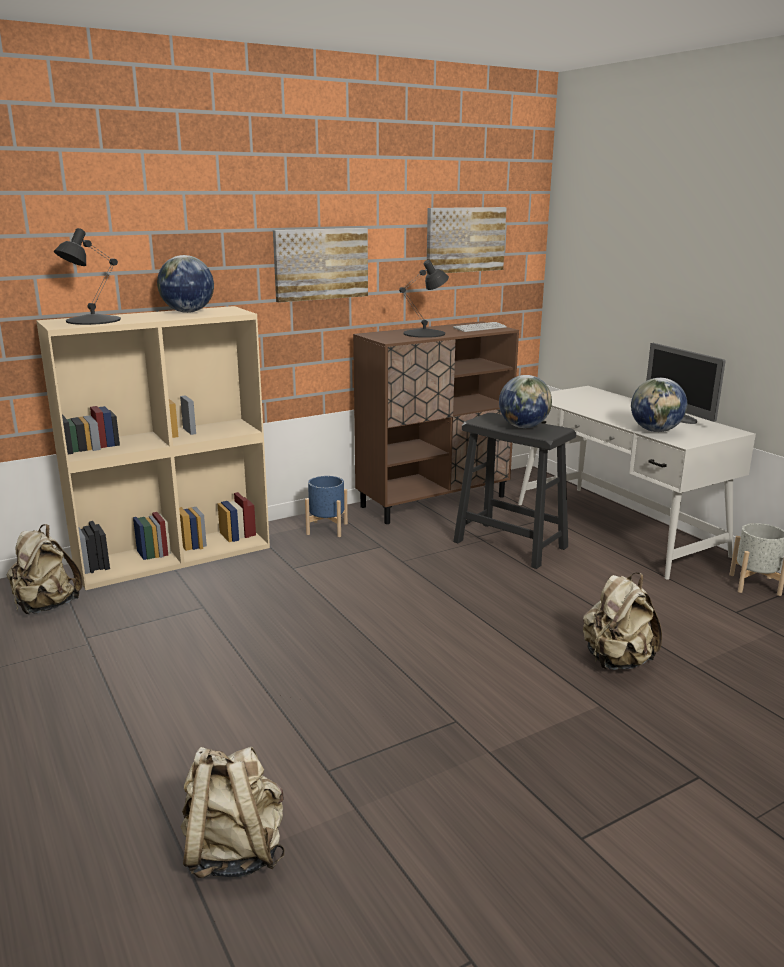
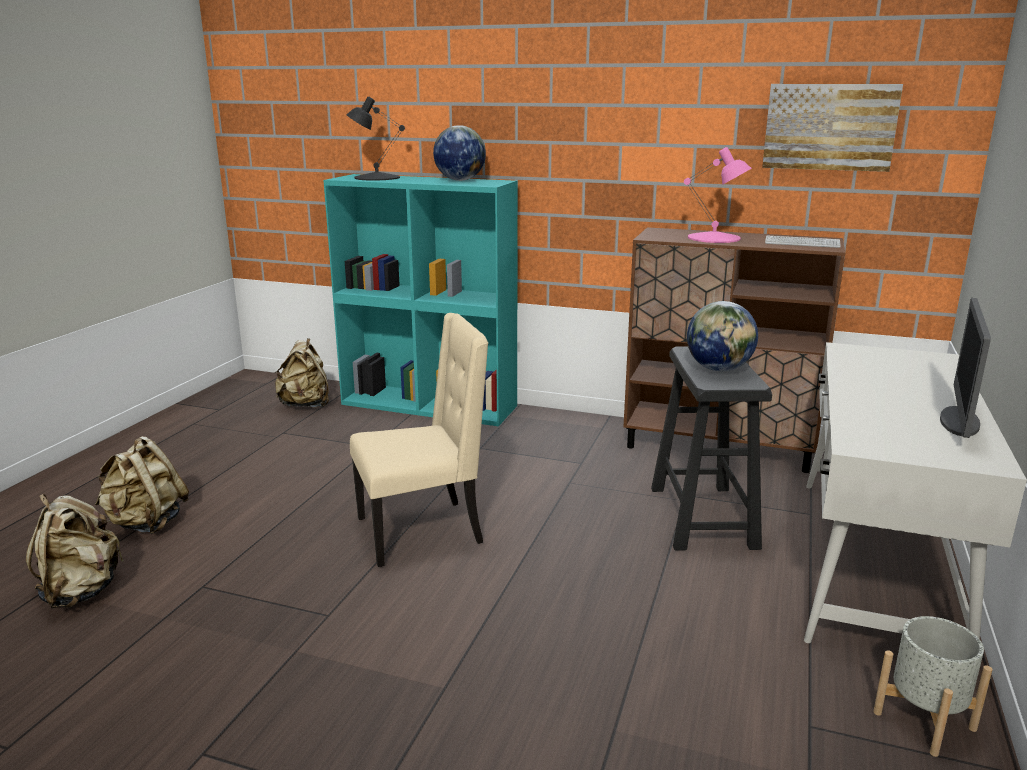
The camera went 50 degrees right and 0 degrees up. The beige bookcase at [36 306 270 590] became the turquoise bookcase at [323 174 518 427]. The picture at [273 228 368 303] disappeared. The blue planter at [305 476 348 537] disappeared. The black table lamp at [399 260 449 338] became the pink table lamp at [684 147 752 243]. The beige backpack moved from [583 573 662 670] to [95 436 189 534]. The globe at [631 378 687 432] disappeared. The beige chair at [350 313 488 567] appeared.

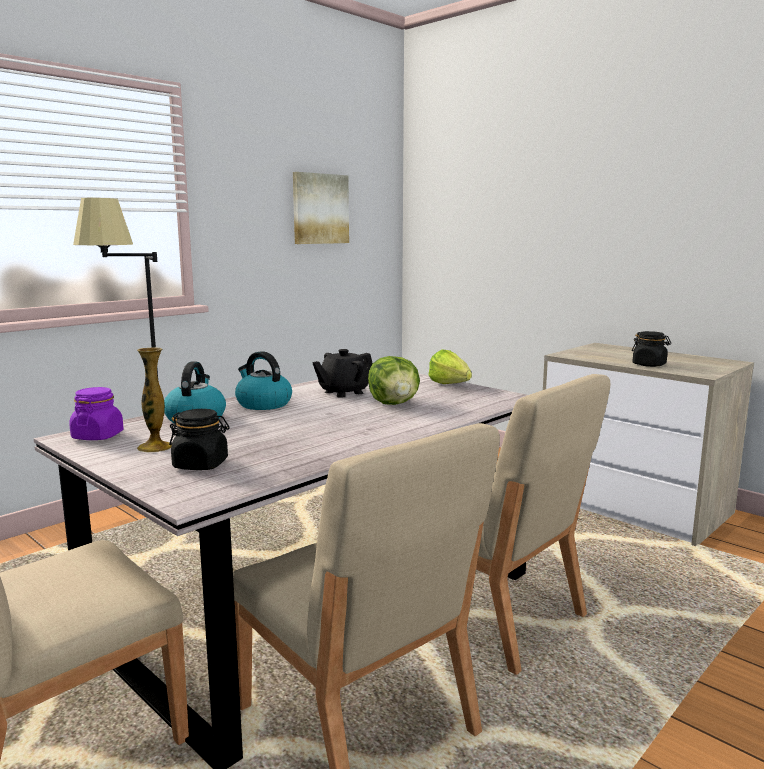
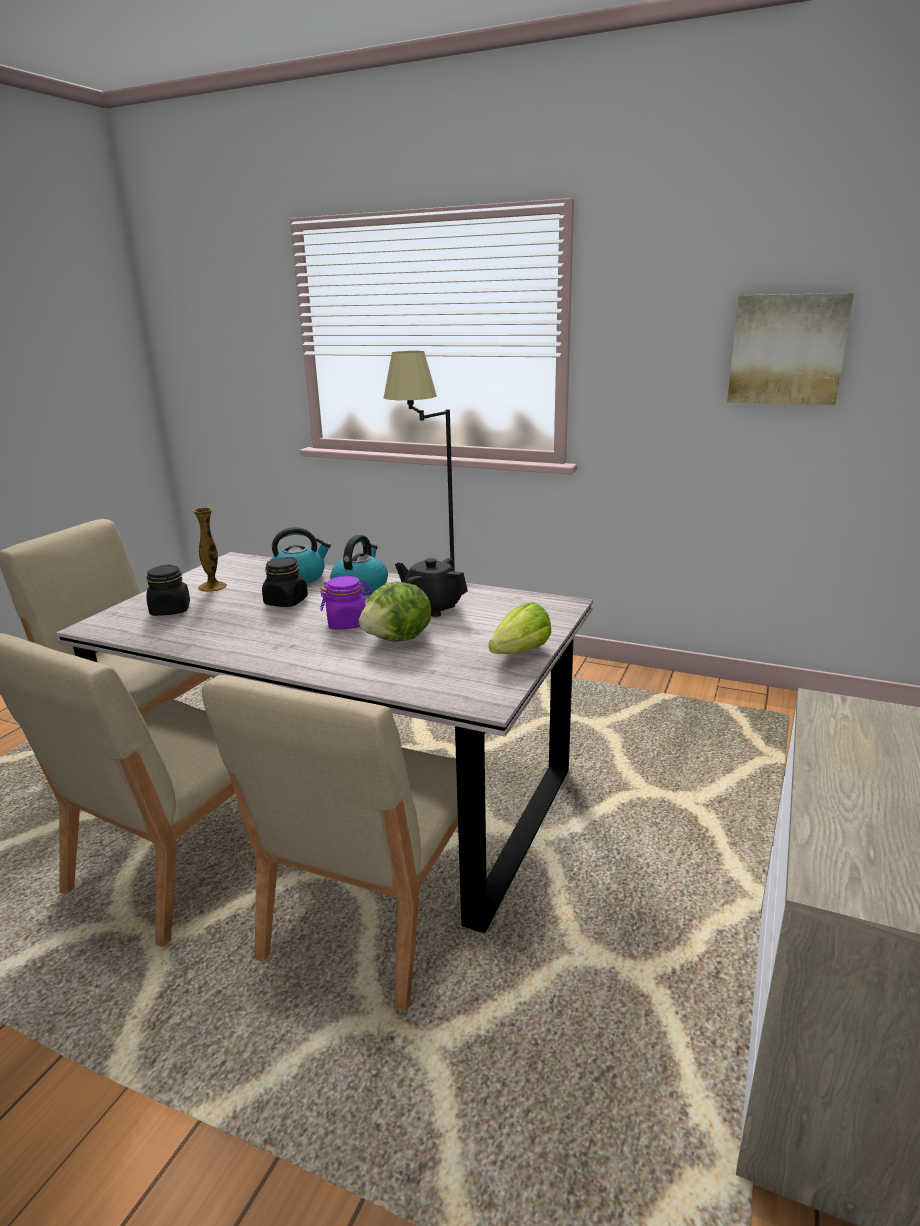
The camera went 70 degrees right and 10 degrees up. The purple jar moved from [69 387 124 440] to [320 576 371 630]. The black jar moved from [632 331 671 367] to [262 557 308 607].

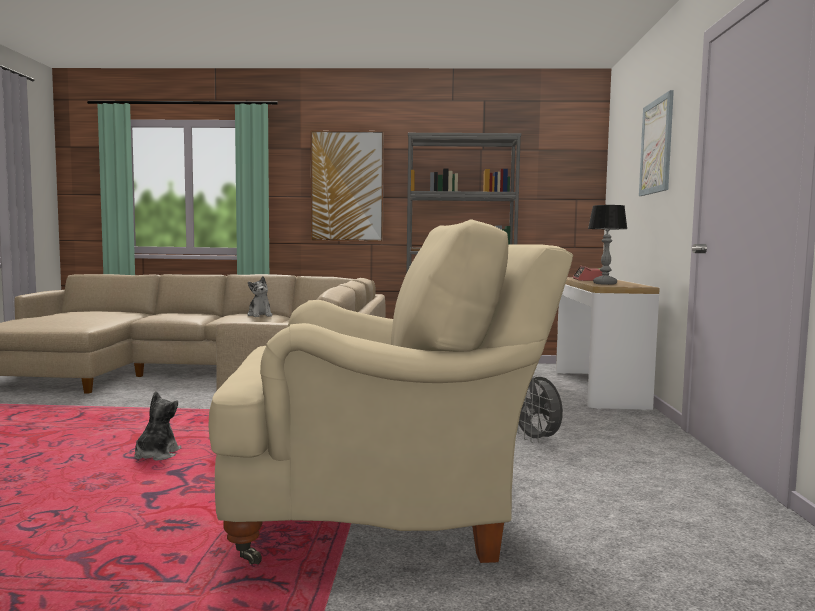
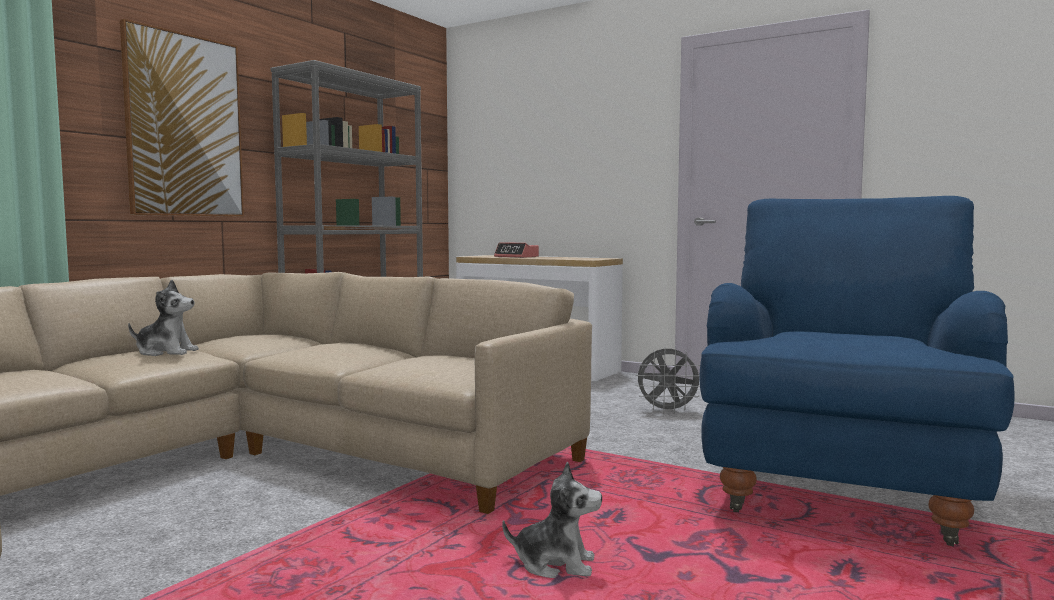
The camera went 60 degrees left and 0 degrees up. The plush toy at [134 391 182 461] turned 150 degrees clockwise. The beige armchair at [208 220 573 565] became the blue armchair at [699 196 1015 547]. The table lamp at [588 205 627 285] disappeared. The picture at [639 90 674 196] disappeared.

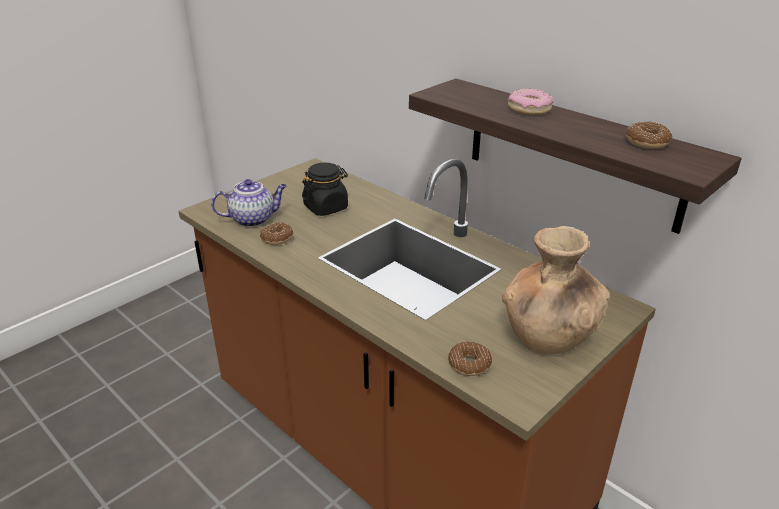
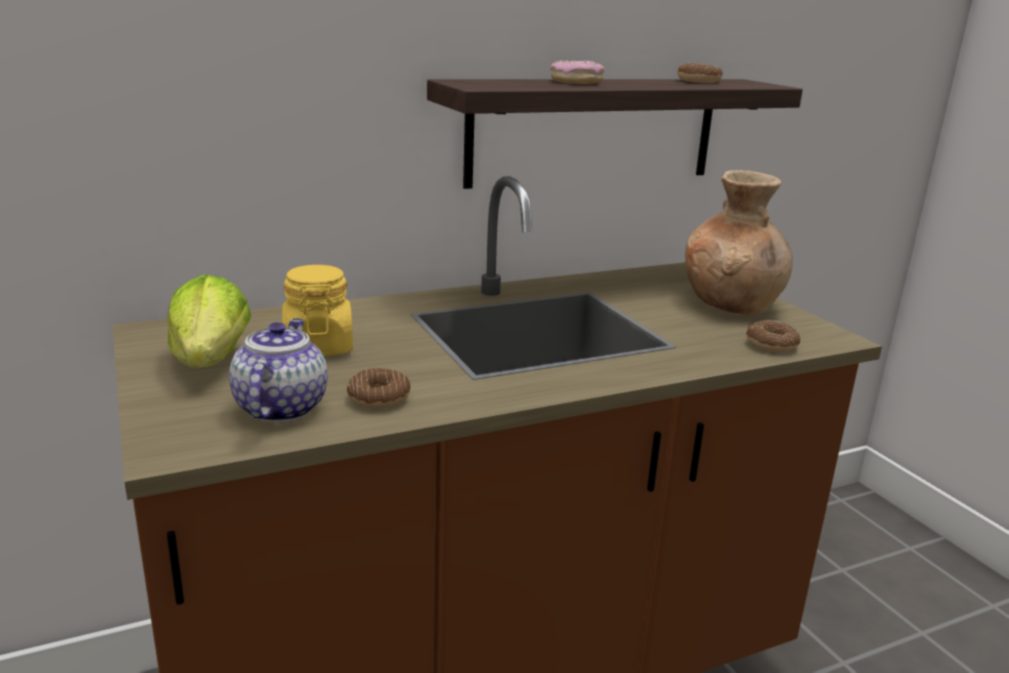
The camera went 70 degrees left and 10 degrees down. The black jar at [302 163 348 216] became the yellow jar at [282 265 353 356]. The lettuce at [167 275 251 368] appeared.

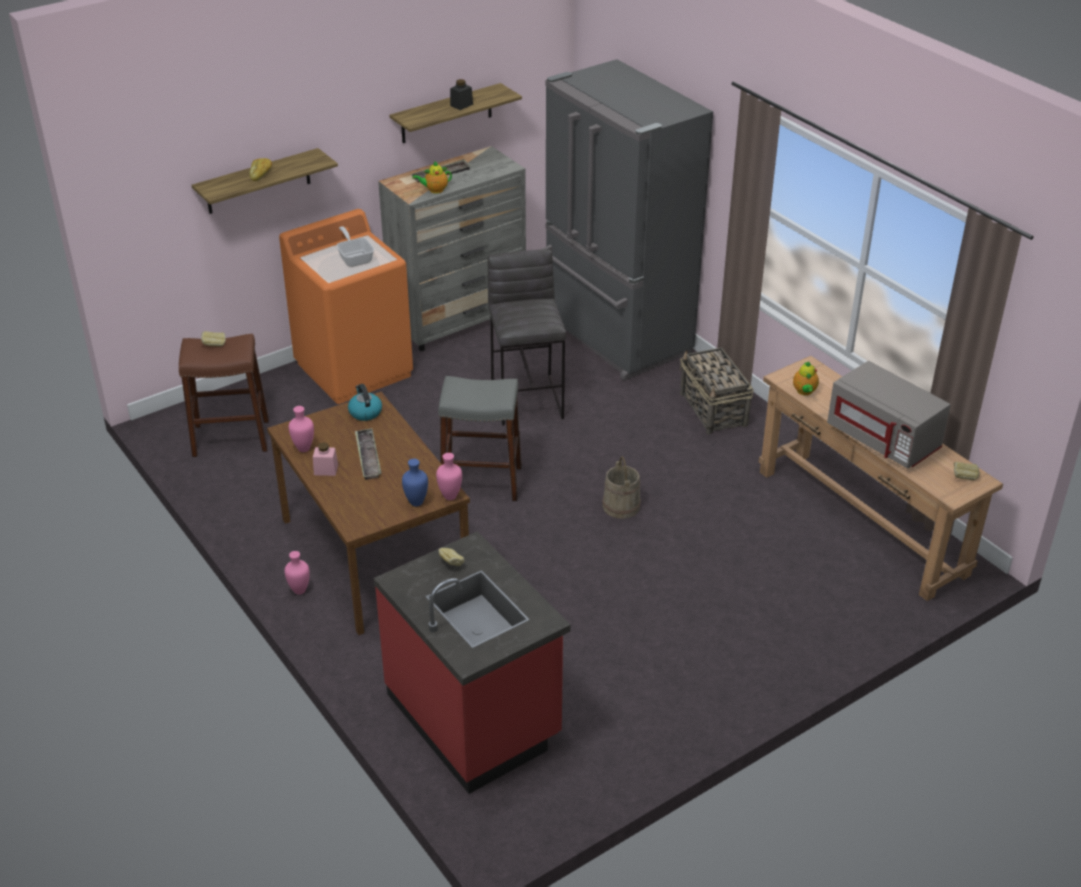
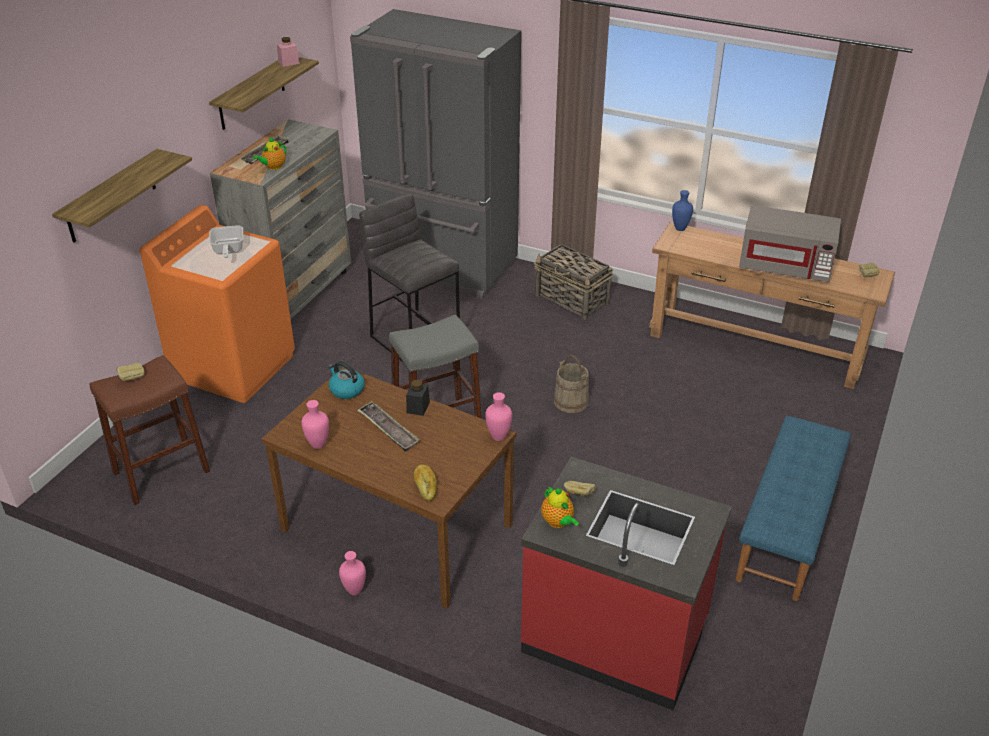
The camera went 30 degrees left and 0 degrees up. The bread moved from [250 158 272 181] to [414 465 437 501]. The pink jar moved from [313 443 338 476] to [277 37 300 67]. The frying pan at [336 226 374 267] turned 135 degrees counterclockwise. The blue vase moved from [402 459 428 507] to [672 190 693 231]. The black jar moved from [450 79 473 110] to [406 380 430 416]. The teapot moved from [793 361 819 396] to [541 486 579 528]. The blue bench at [736 416 851 601] appeared.

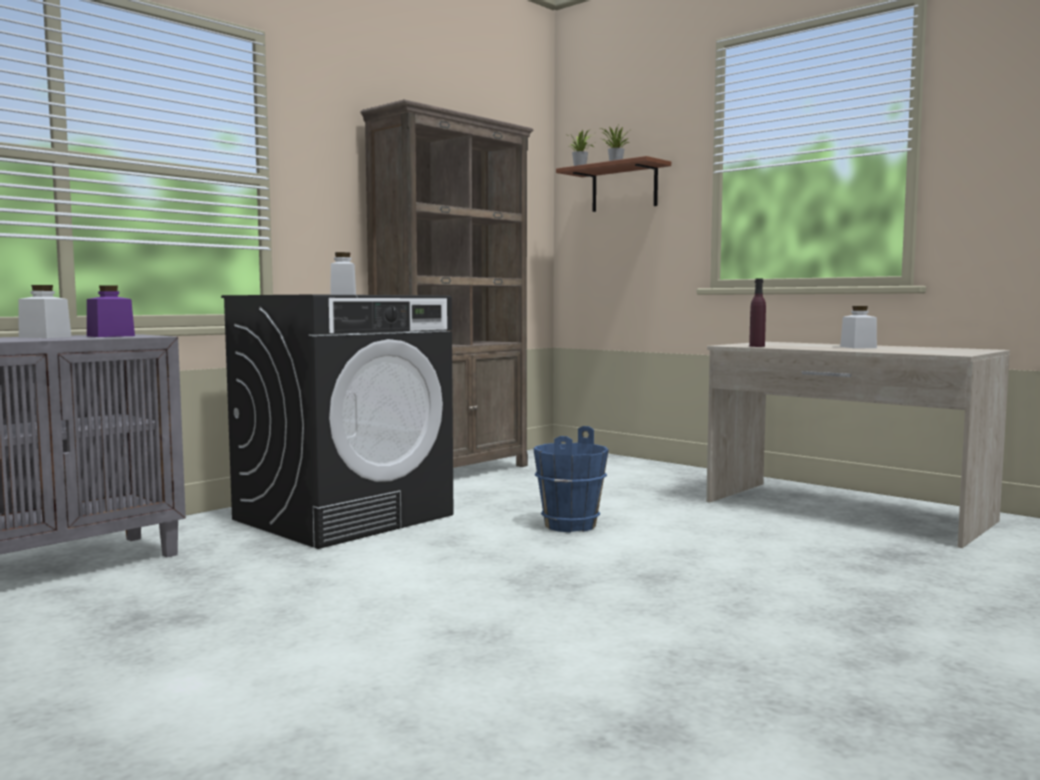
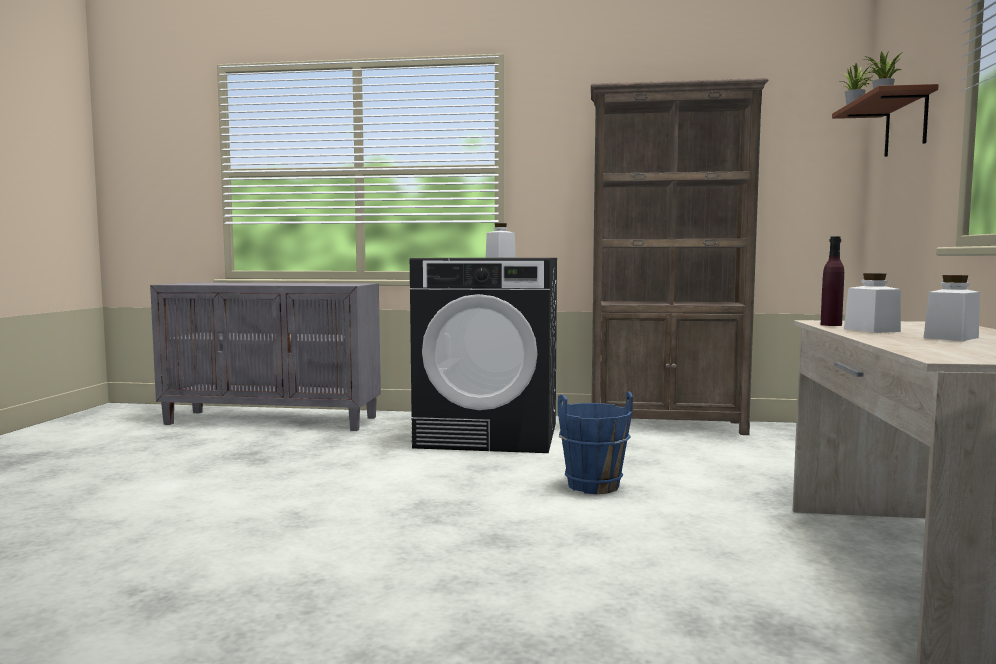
The camera went 55 degrees right and 0 degrees up. The white jar moved from [18 285 71 338] to [844 273 901 333]. The purple jar at [87 285 135 337] disappeared.

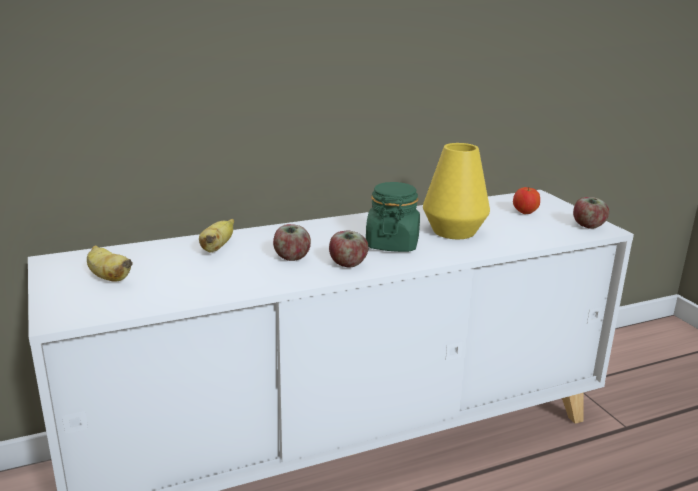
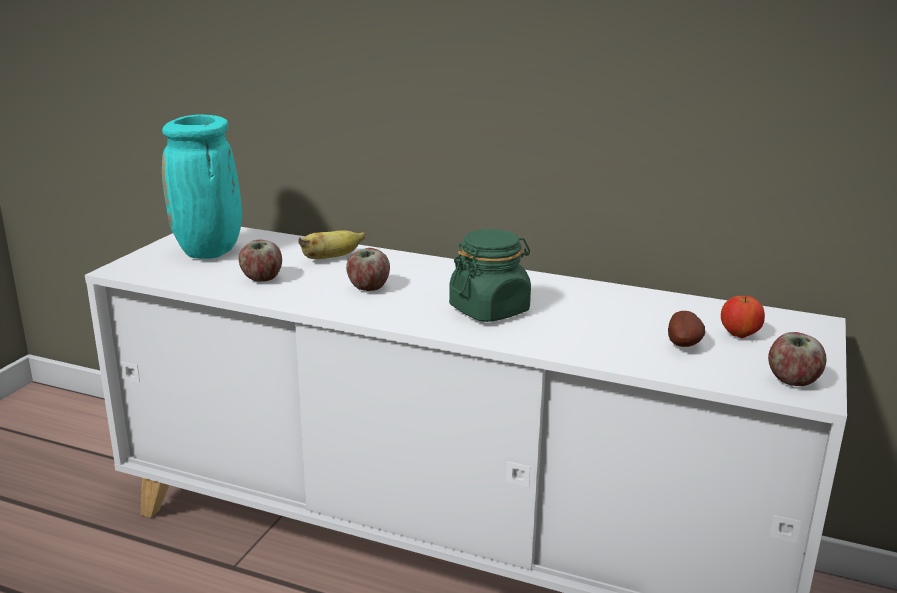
The camera went 45 degrees right and 0 degrees up. The banana at [87 245 133 282] was replaced by the turquoise vase at [162 115 242 259]. The apple moved from [329 231 369 267] to [239 240 282 282]. The yellow vase at [423 143 490 239] disappeared. The potato at [668 311 705 347] appeared.

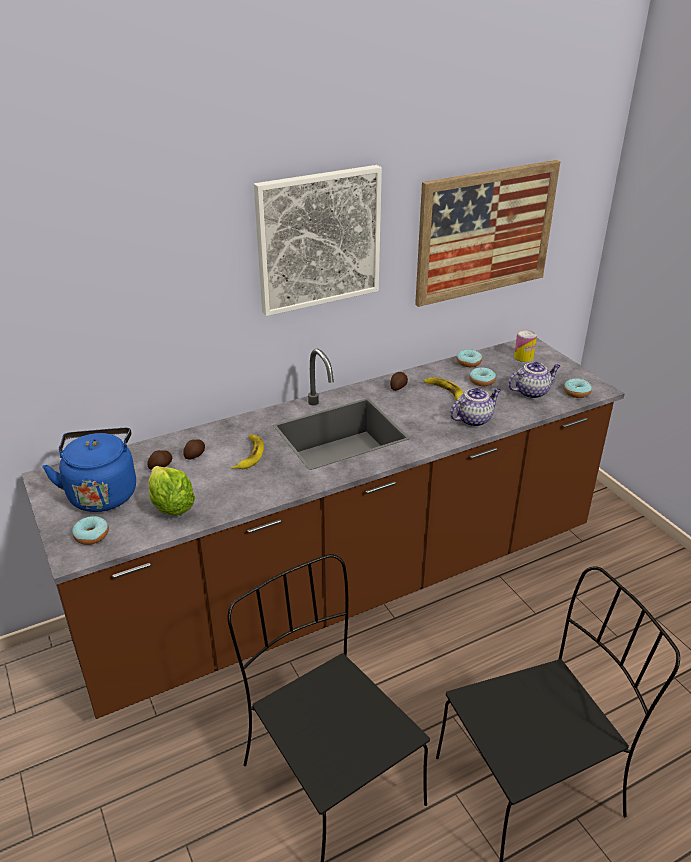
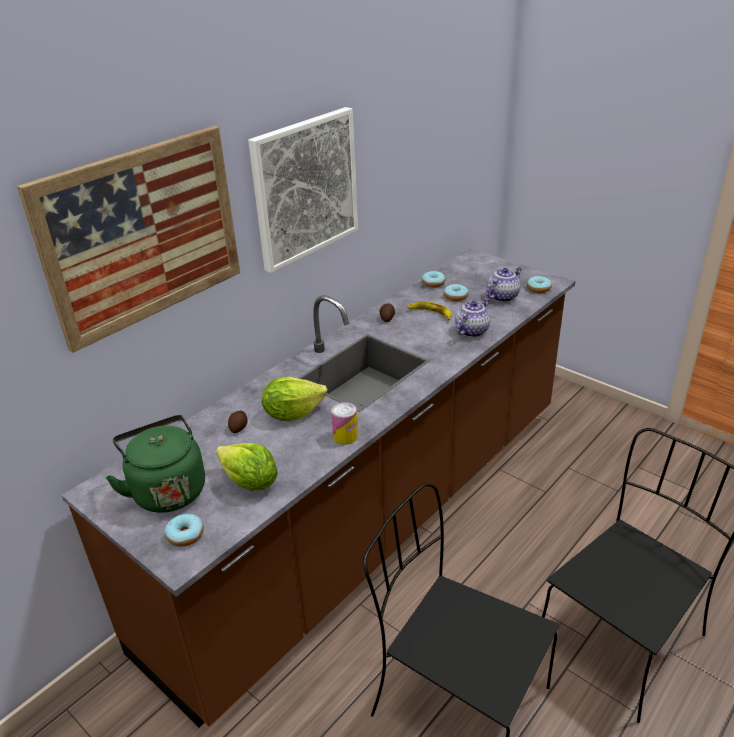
The camera went 20 degrees left and 0 degrees up. The blue kettle at [42 428 136 512] became the green kettle at [106 415 205 513]. The potato at [147 450 172 470] disappeared. The banana at [231 435 264 469] was replaced by the lettuce at [262 377 327 421]. The picture moved from [415 160 561 307] to [17 126 240 353]. The can moved from [514 330 537 362] to [331 402 358 445].

